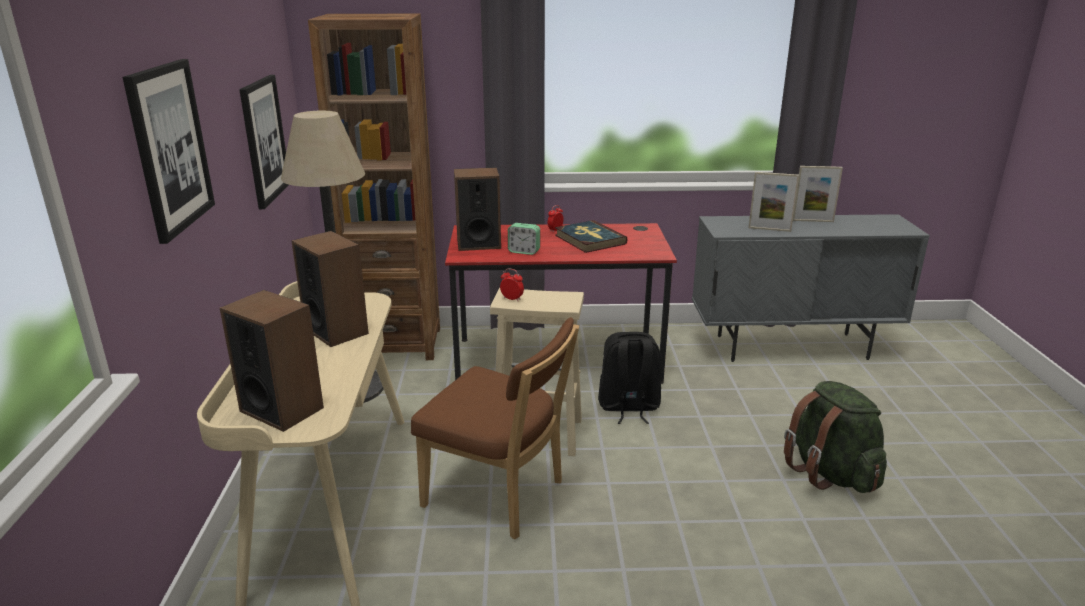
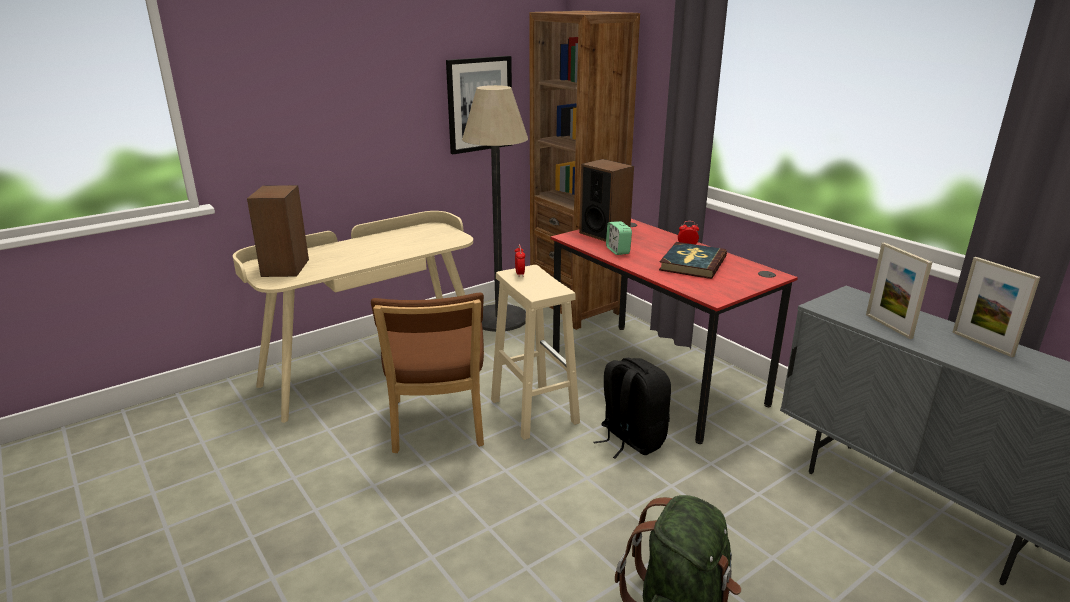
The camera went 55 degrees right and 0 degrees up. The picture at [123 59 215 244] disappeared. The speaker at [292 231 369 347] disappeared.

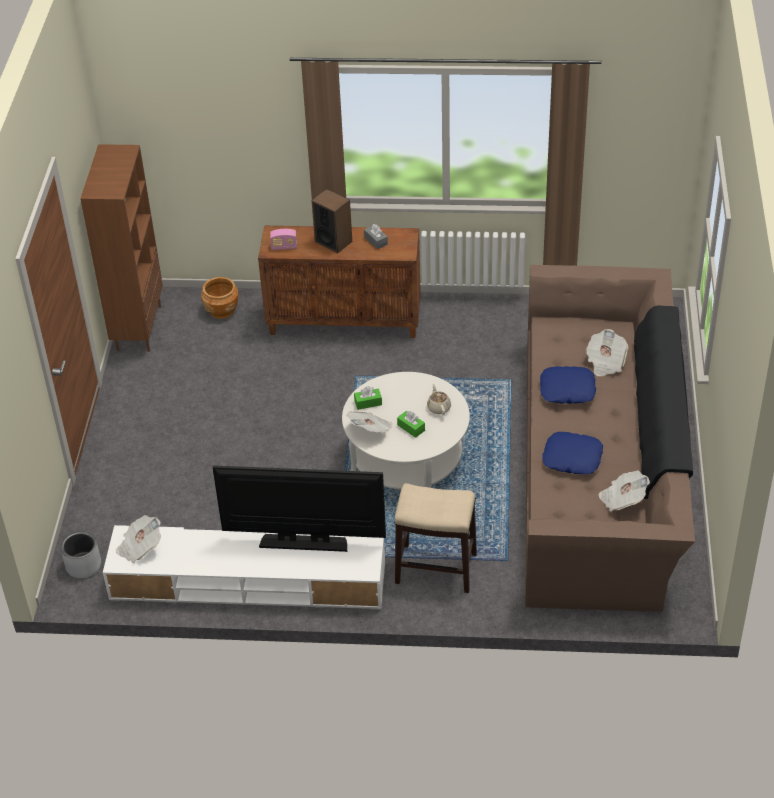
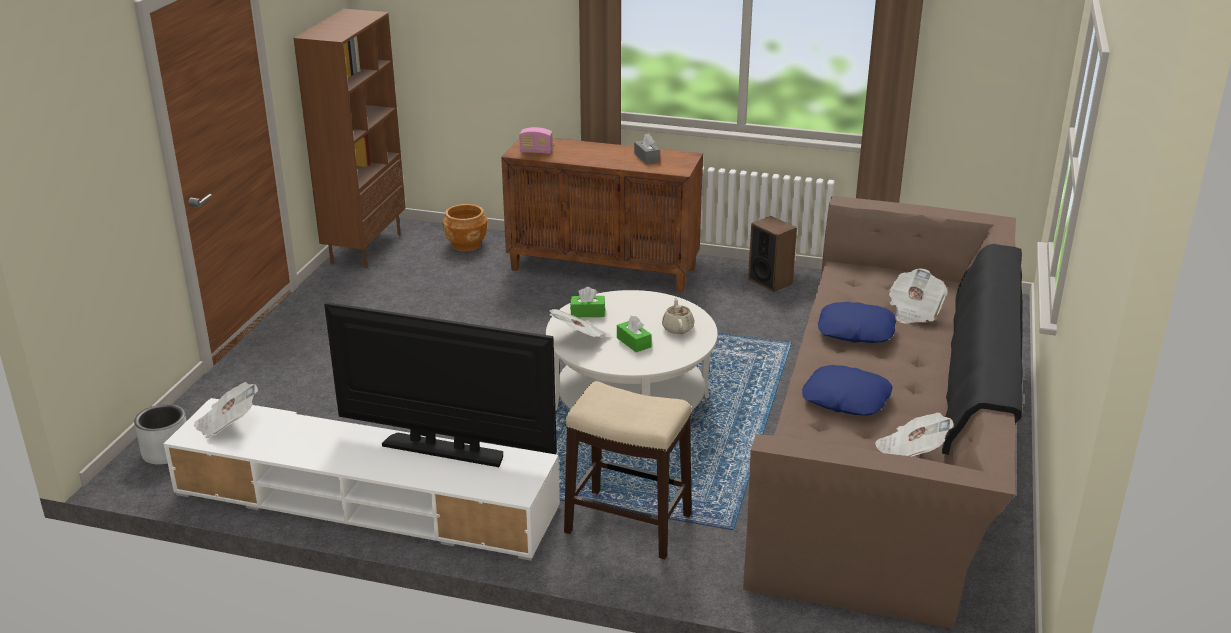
The camera went 10 degrees right and 15 degrees down. The speaker moved from [312 189 352 253] to [748 216 797 292].

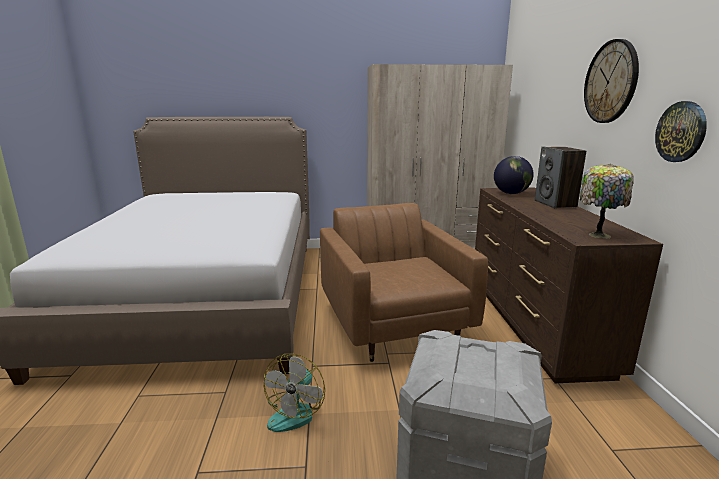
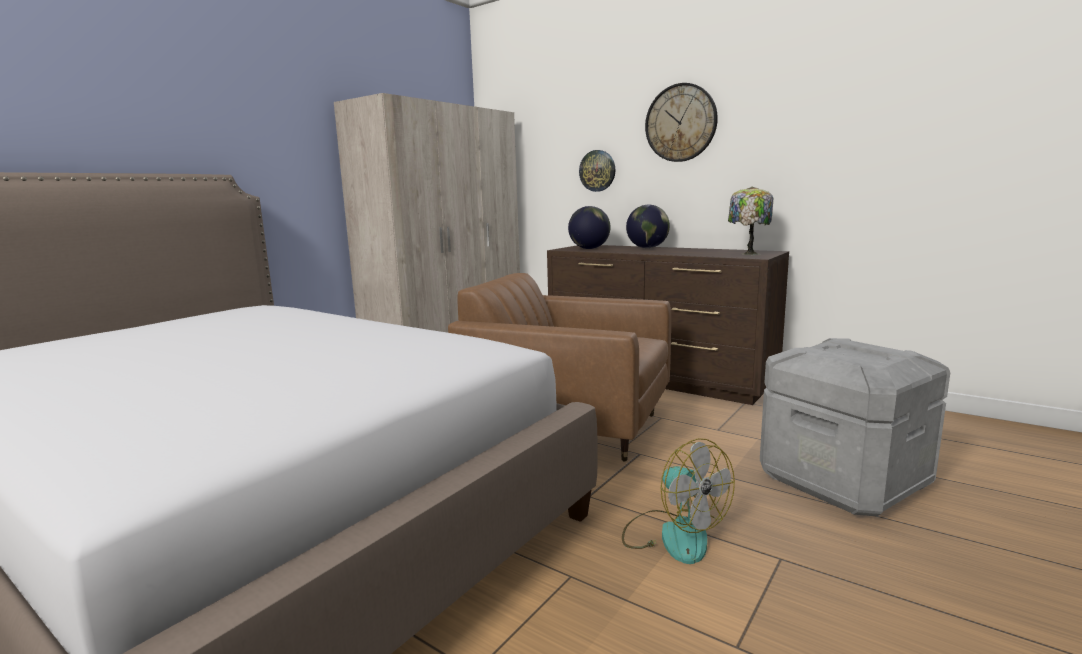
The camera went 50 degrees left and 5 degrees down. The speaker at [535 147 586 208] was replaced by the globe at [626 204 670 248]. The wall clock moved from [655 101 707 162] to [579 150 615 192].

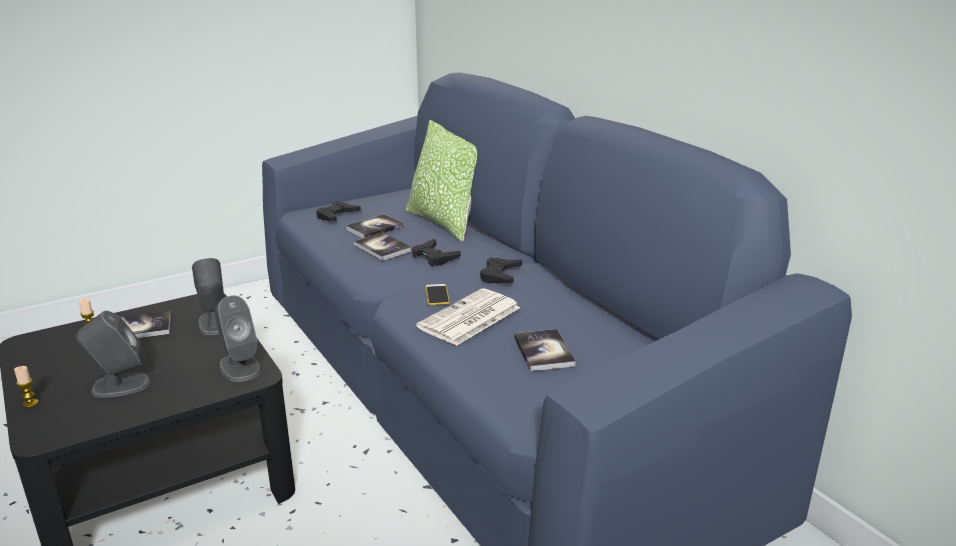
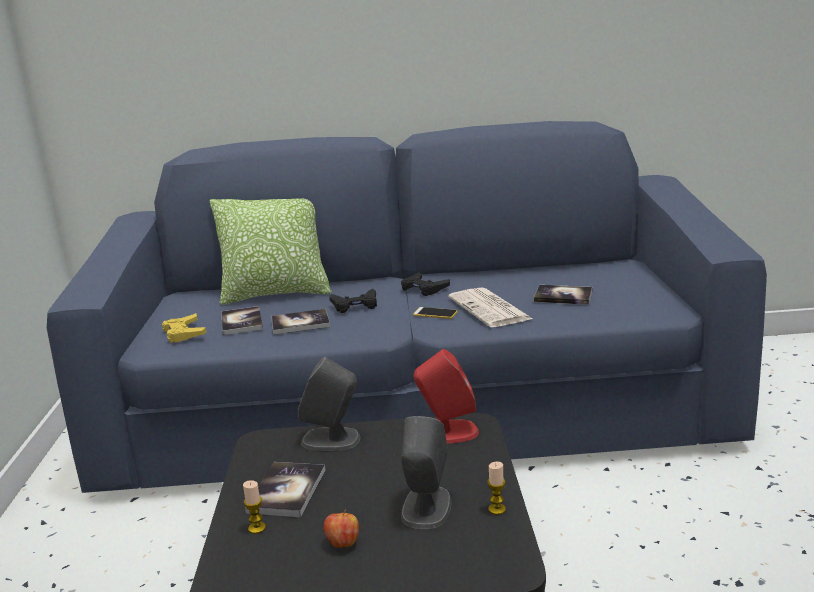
The camera went 60 degrees left and 5 degrees down. The candle moved from [14 366 39 408] to [487 462 506 515]. The grey speaker at [215 296 261 382] became the red speaker at [414 349 479 444]. The black game controller at [316 201 361 221] became the yellow game controller at [162 313 207 343]. The apple at [324 509 359 548] appeared.

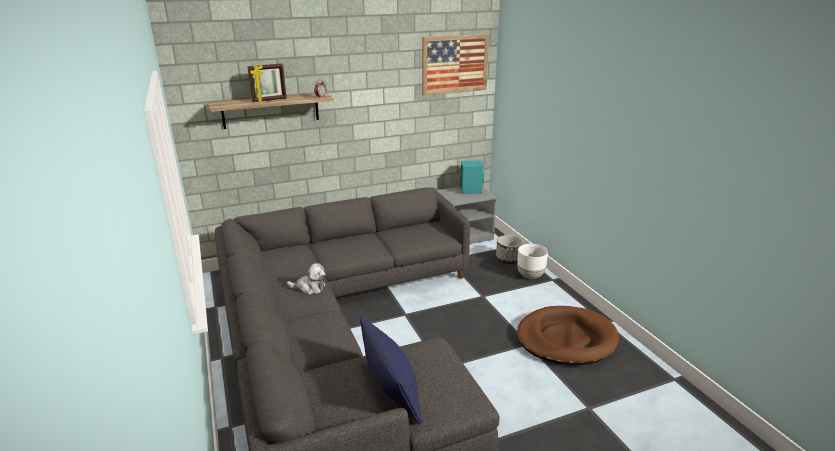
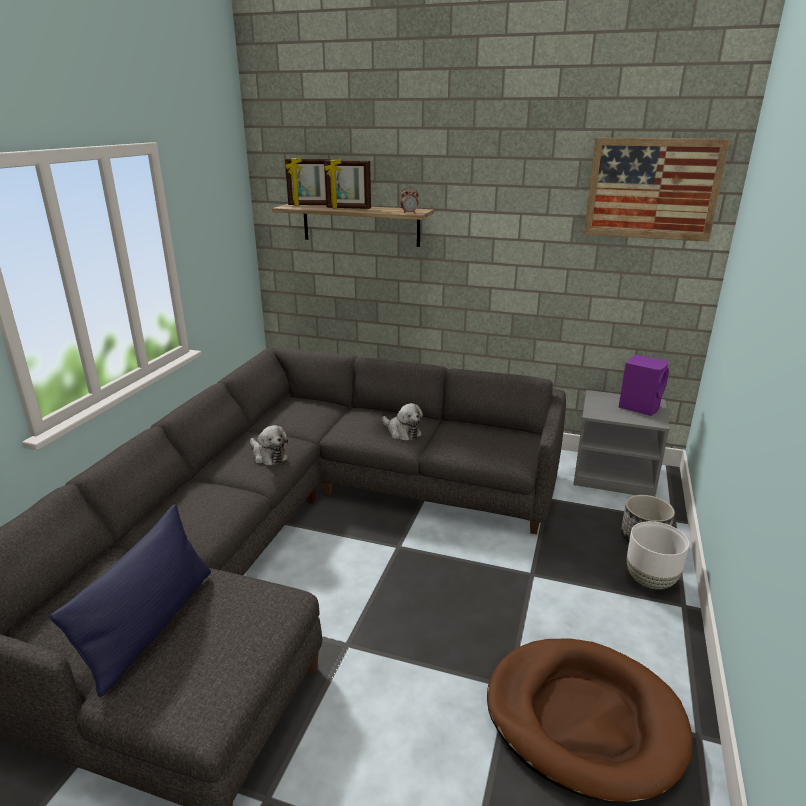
The camera went 40 degrees right and 0 degrees up. The turquoise speaker at [460 160 484 194] became the purple speaker at [618 354 669 416]. The picture frame at [285 157 330 206] appeared. The plush toy at [382 403 423 441] appeared.

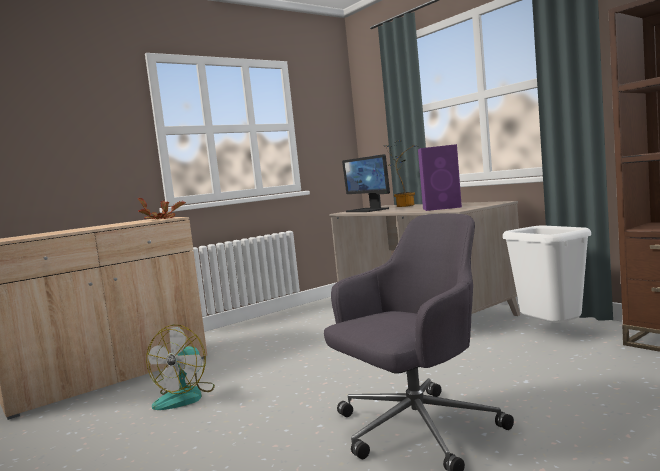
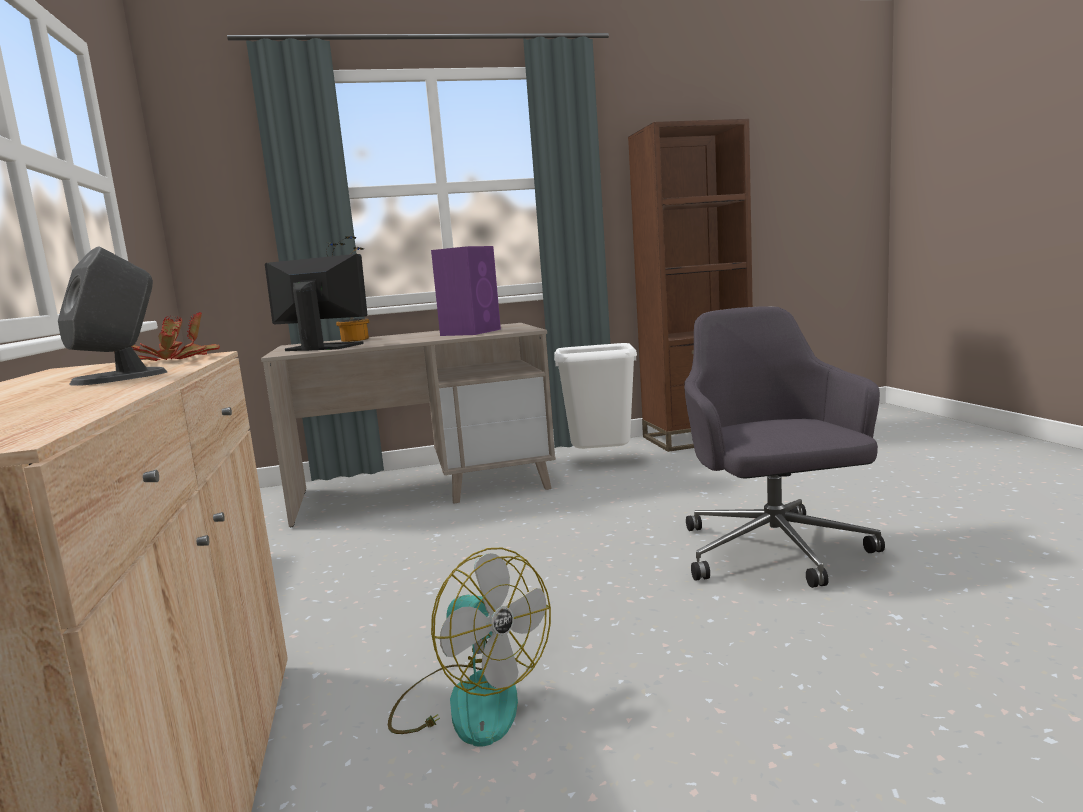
The camera went 65 degrees left and 5 degrees up. The monitor at [342 154 390 212] turned 150 degrees counterclockwise. The grey speaker at [58 247 167 386] appeared.

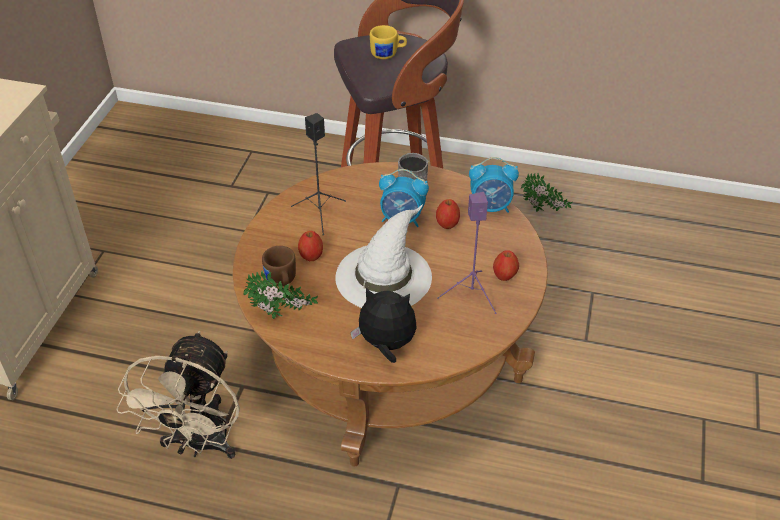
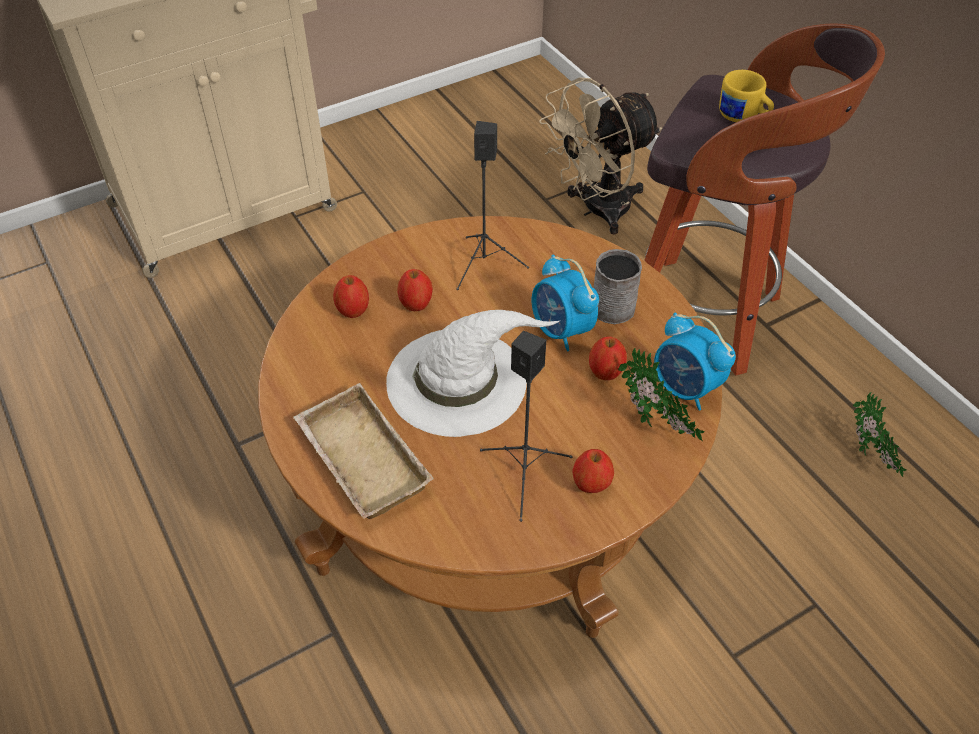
The camera went 45 degrees right and 5 degrees up. The beige fan moved from [116 331 240 459] to [539 77 662 235]. The potted plant moved from [244 270 319 319] to [618 348 705 441]. The brown mug at [262 246 296 286] was replaced by the apple at [333 275 369 318]. The plush toy at [350 288 417 363] was replaced by the beige tray at [294 383 434 519]. The purple speaker at [437 192 497 314] became the black speaker at [480 331 573 522].

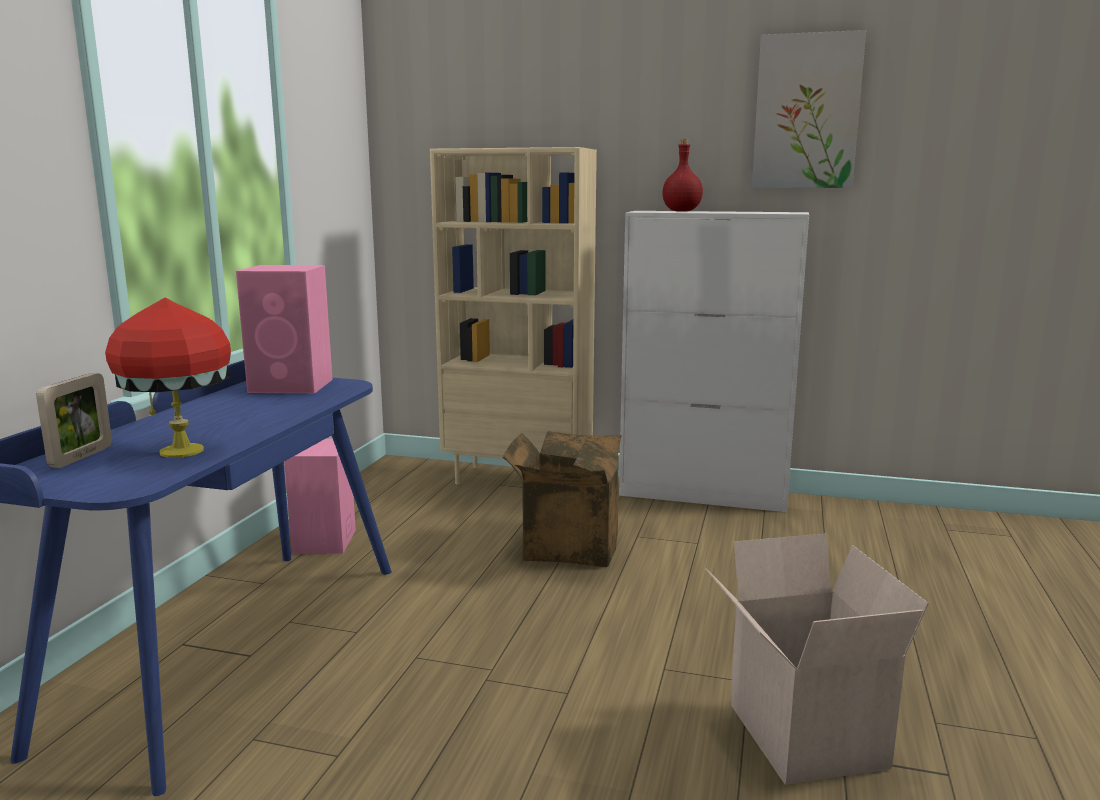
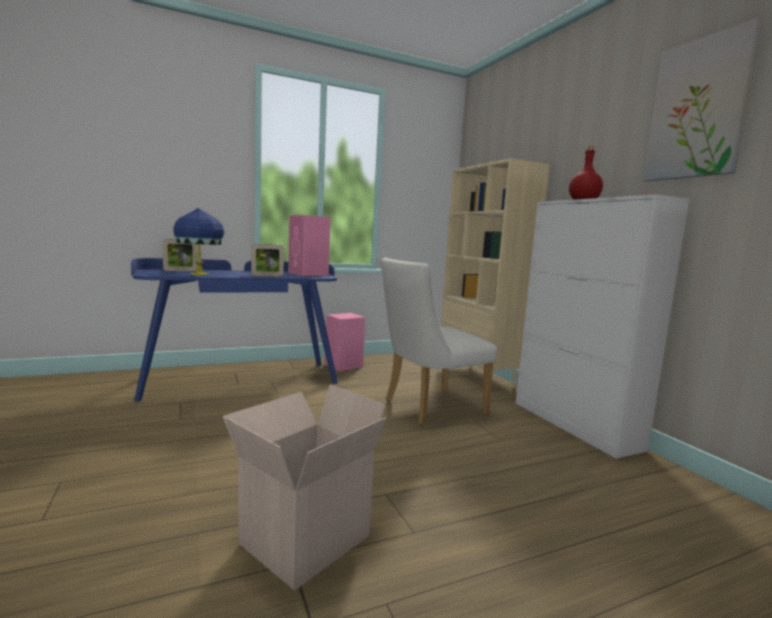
The camera went 50 degrees right and 5 degrees down. The red table lamp at [105 298 231 458] became the blue table lamp at [173 208 224 275]. The cardboard box at [503 431 621 567] was replaced by the white chair at [381 258 497 425]. The picture frame at [251 244 284 276] appeared.

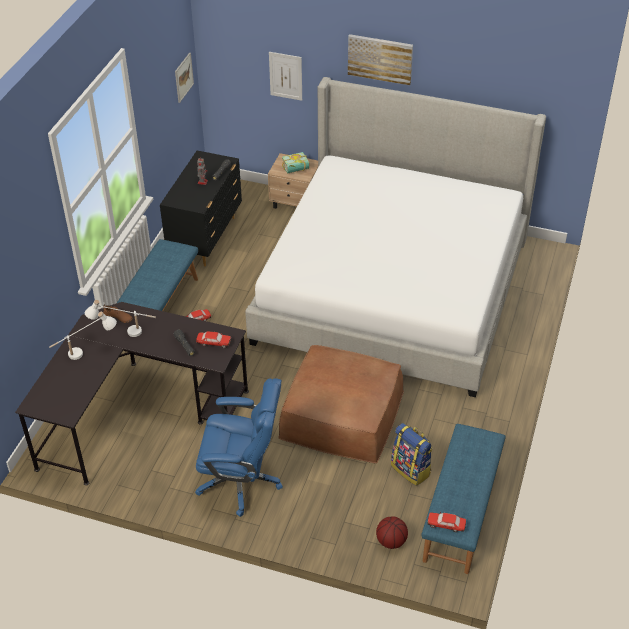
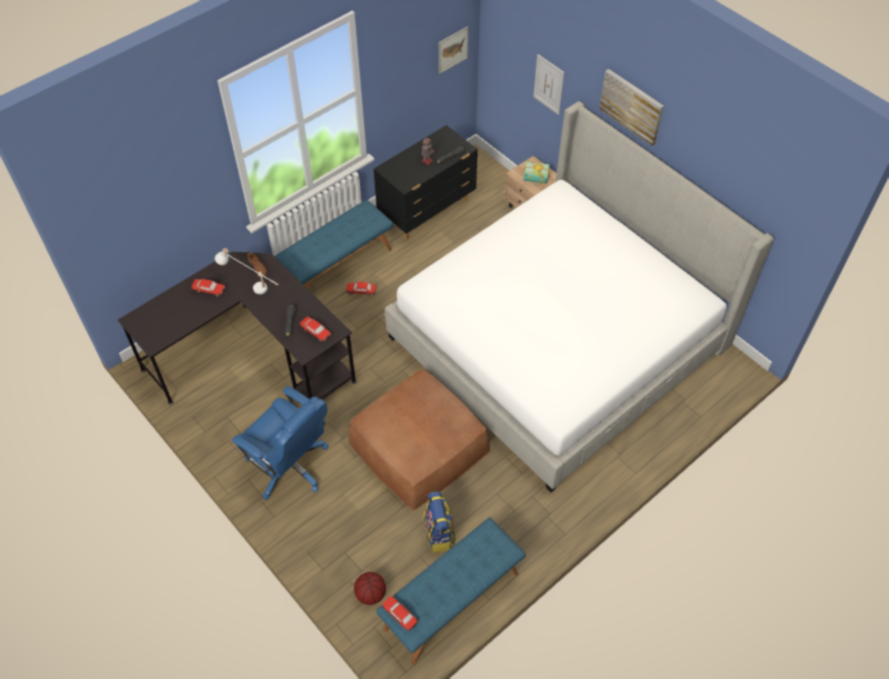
The camera went 30 degrees right and 10 degrees up. The white table lamp at [49 312 117 360] was replaced by the toy car at [191 279 226 297].

